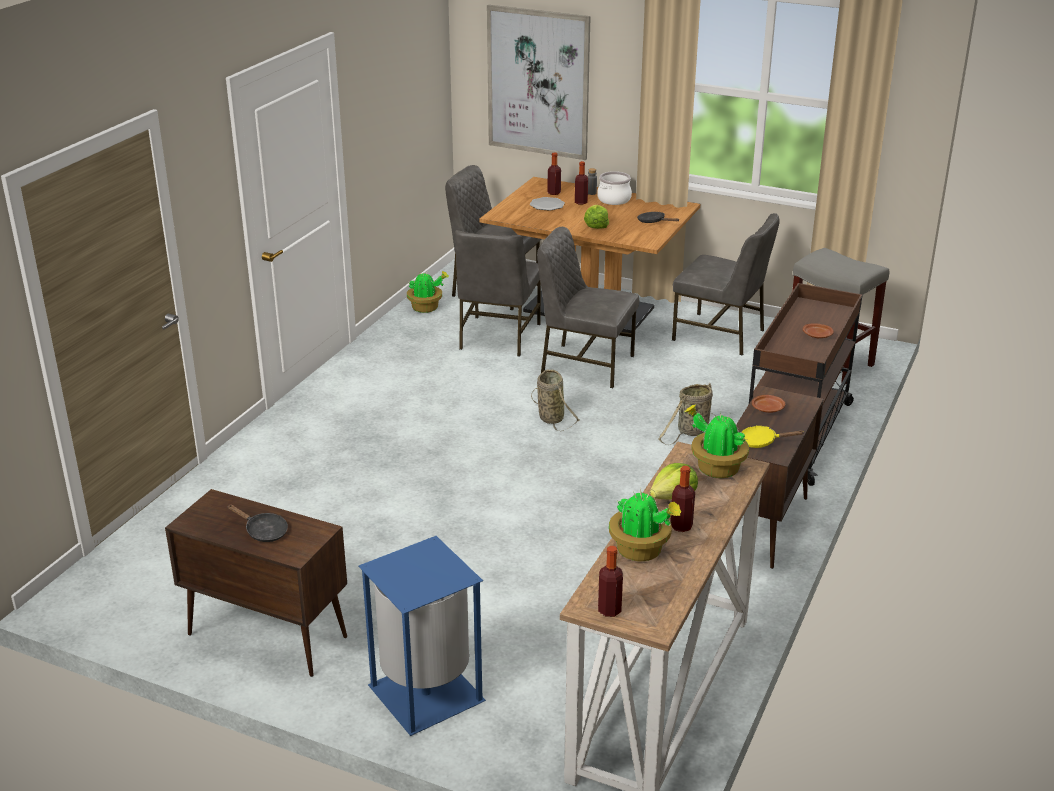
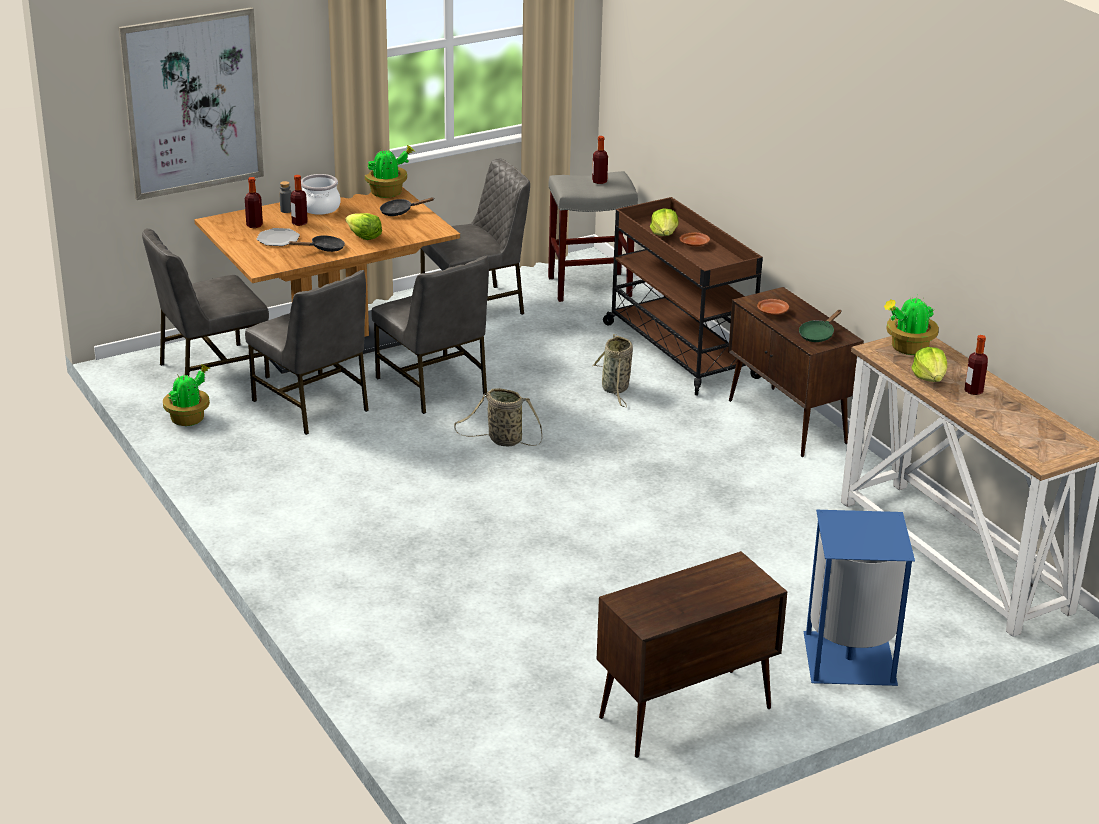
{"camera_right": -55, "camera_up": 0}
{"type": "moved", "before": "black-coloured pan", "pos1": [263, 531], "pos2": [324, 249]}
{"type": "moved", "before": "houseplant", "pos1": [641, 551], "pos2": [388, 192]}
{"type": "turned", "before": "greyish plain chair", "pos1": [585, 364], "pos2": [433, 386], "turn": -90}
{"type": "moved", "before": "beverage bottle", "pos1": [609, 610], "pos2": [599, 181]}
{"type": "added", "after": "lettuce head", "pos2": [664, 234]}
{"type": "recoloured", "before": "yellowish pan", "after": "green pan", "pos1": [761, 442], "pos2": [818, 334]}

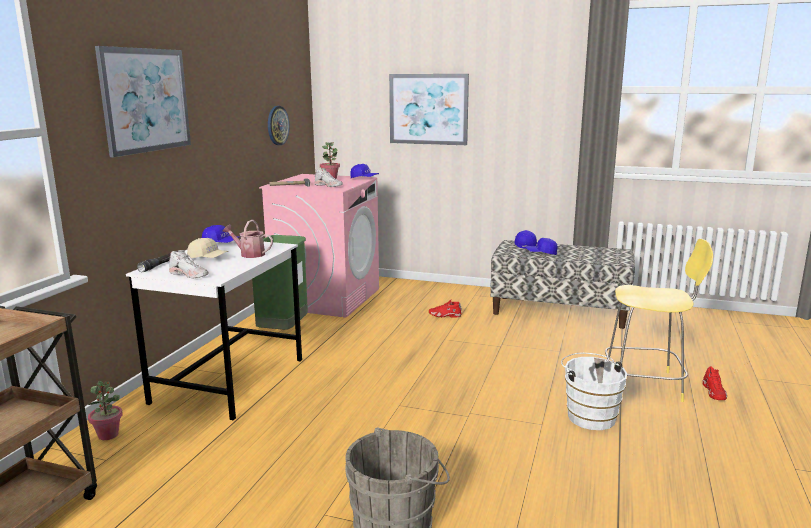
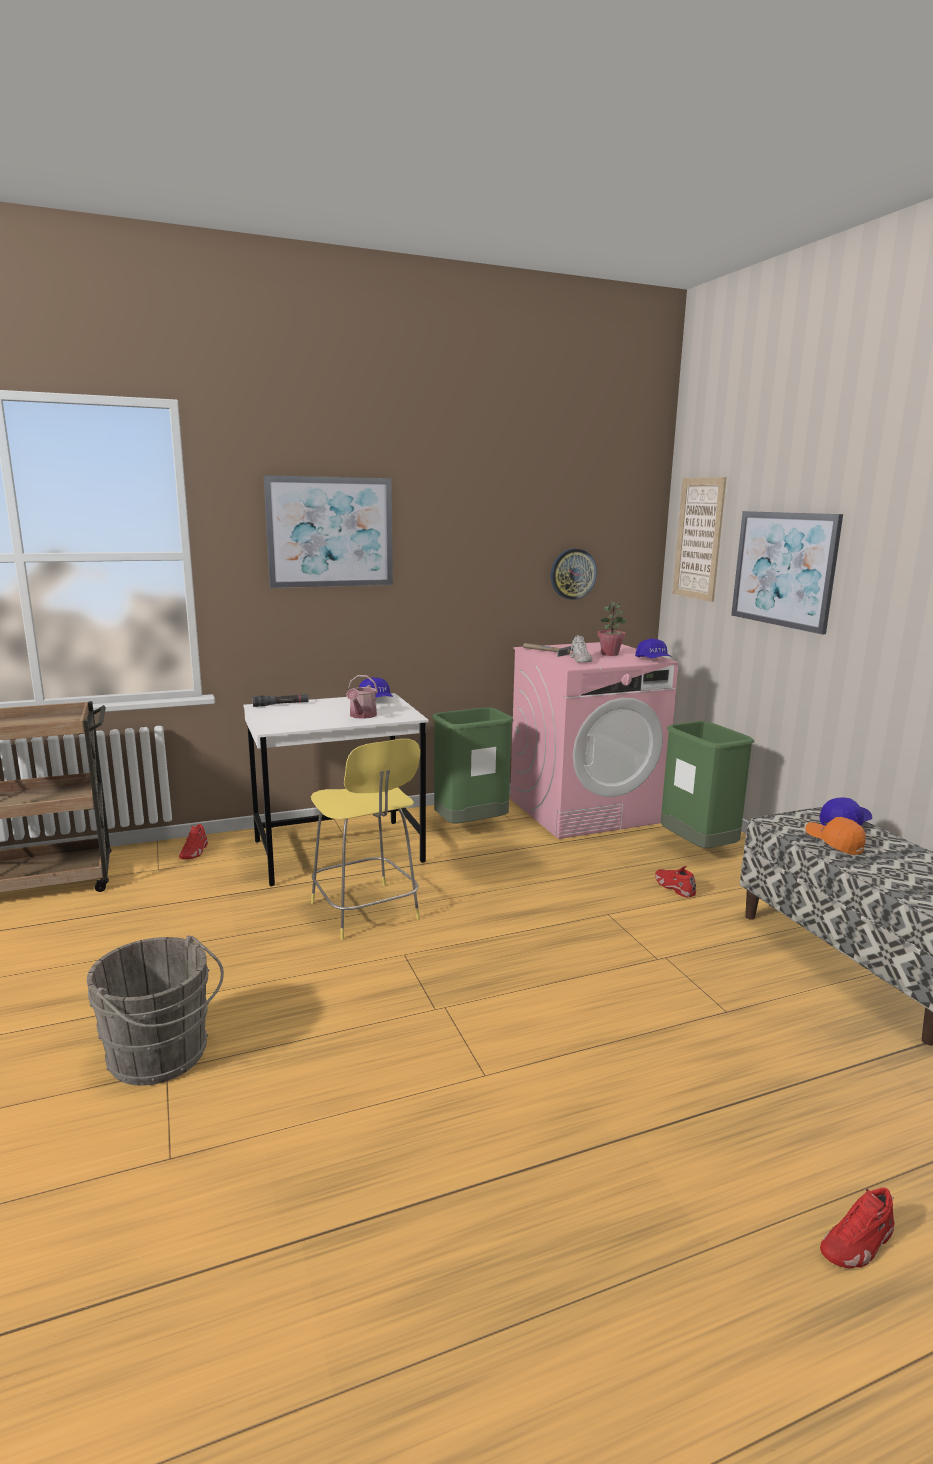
{"camera_right": 50, "camera_up": 0}
{"type": "replaced", "before": "houseplant", "after": "reddish low shoe", "pos1": [108, 435], "pos2": [194, 852]}
{"type": "moved", "before": "yellowish stool", "pos1": [646, 384], "pos2": [366, 912]}
{"type": "turned", "before": "watering pot", "pos1": [249, 254], "pos2": [362, 716], "turn": -150}
{"type": "added", "after": "green trash can", "pos2": [697, 849]}
{"type": "added", "after": "wall picture", "pos2": [698, 539]}
{"type": "recoloured", "before": "bluish baseball cap", "after": "orange baseball cap", "pos1": [541, 253], "pos2": [833, 844]}
{"type": "removed", "before": "white low shoe", "pos1": [189, 274]}
{"type": "removed", "before": "beige baseball cap", "pos1": [208, 258]}
{"type": "removed", "before": "white water bucket", "pos1": [589, 415]}

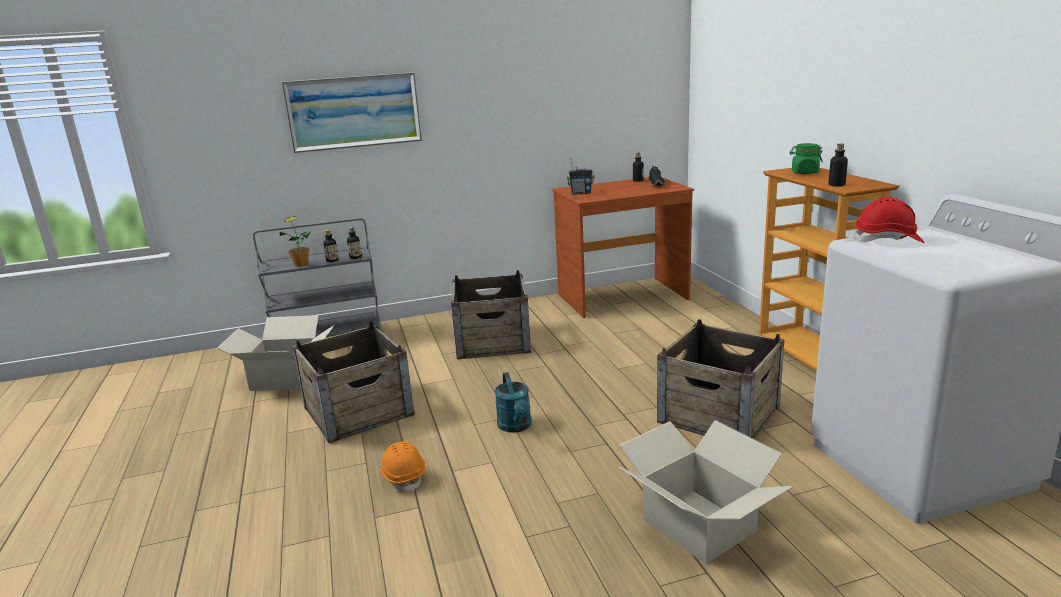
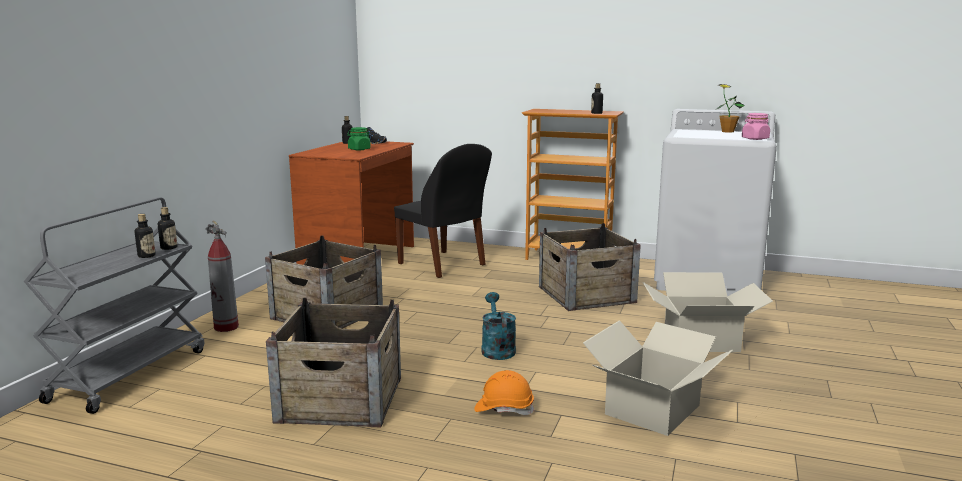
{"camera_right": -55, "camera_up": -5}
{"type": "added", "after": "fire-fighting cylinder", "pos2": [226, 327]}
{"type": "moved", "before": "green storage jar", "pos1": [804, 173], "pos2": [359, 149]}
{"type": "added", "after": "black-coloured plain chair", "pos2": [443, 265]}
{"type": "turned", "before": "blue-green watering pot", "pos1": [516, 427], "pos2": [497, 349], "turn": -120}
{"type": "moved", "before": "packing box", "pos1": [285, 379], "pos2": [653, 409]}
{"type": "moved", "before": "houseplant", "pos1": [301, 265], "pos2": [727, 131]}
{"type": "added", "after": "pink storage jar", "pos2": [755, 139]}
{"type": "removed", "before": "wall picture", "pos1": [354, 112]}
{"type": "removed", "before": "radio set", "pos1": [581, 193]}
{"type": "removed", "before": "reddish safety helmet", "pos1": [888, 240]}

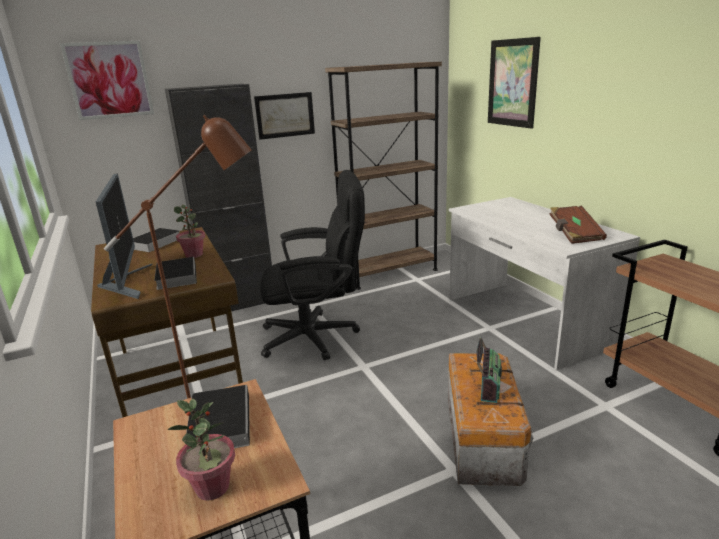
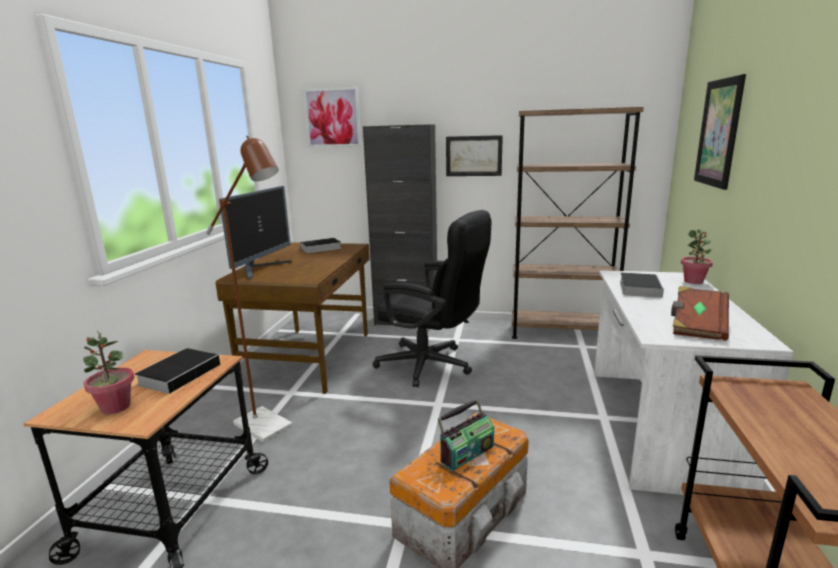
{"camera_right": 35, "camera_up": -5}
{"type": "moved", "before": "bound book", "pos1": [176, 276], "pos2": [639, 288]}
{"type": "moved", "before": "houseplant", "pos1": [194, 255], "pos2": [693, 281]}

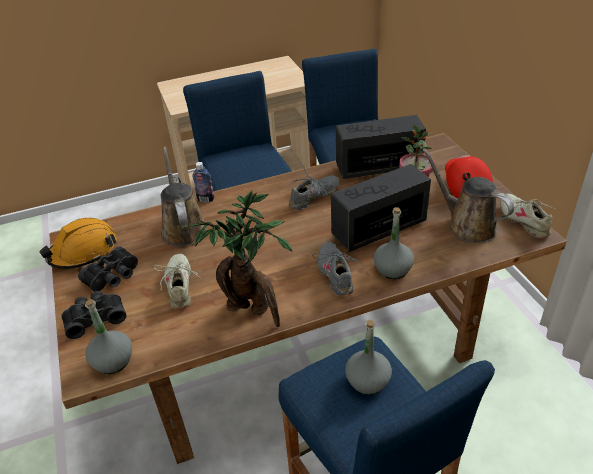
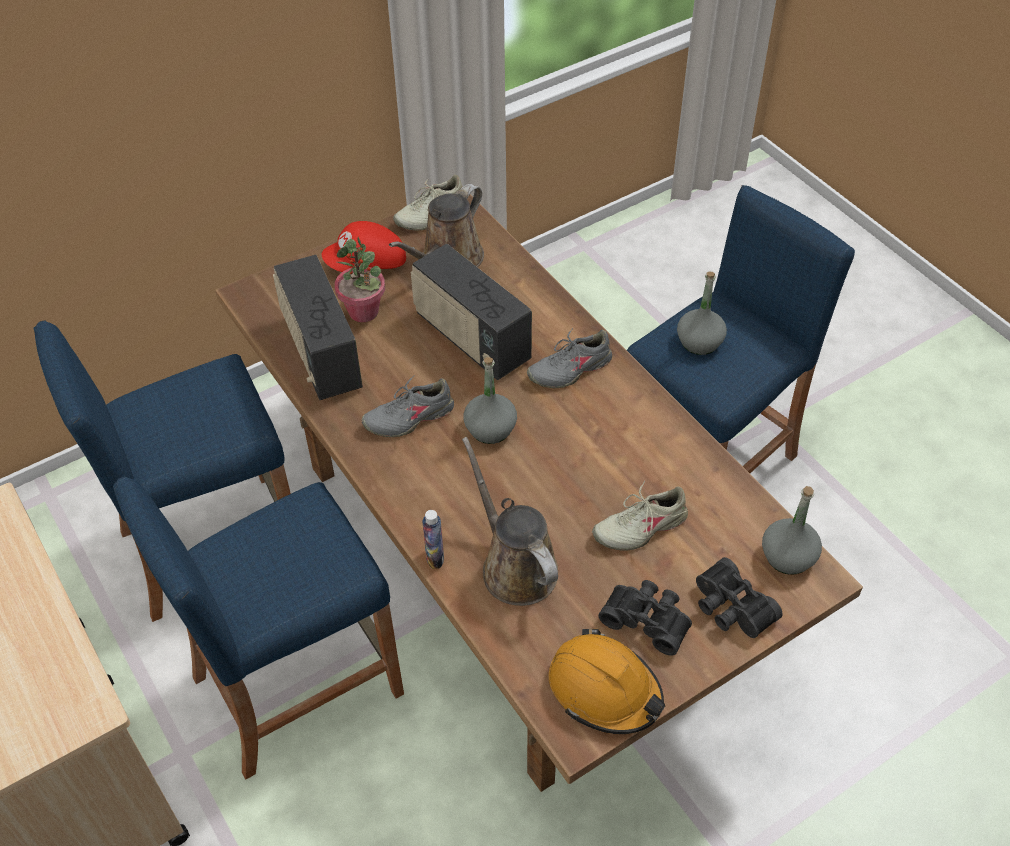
{"camera_right": -105, "camera_up": 10}
{"type": "turned", "before": "greyish low shoe", "pos1": [314, 197], "pos2": [410, 417], "turn": -60}
{"type": "turned", "before": "brown watering pot", "pos1": [183, 228], "pos2": [515, 566], "turn": 90}
{"type": "moved", "before": "greyish beverage bottle", "pos1": [393, 269], "pos2": [490, 428]}
{"type": "removed", "before": "houseplant", "pos1": [252, 310]}

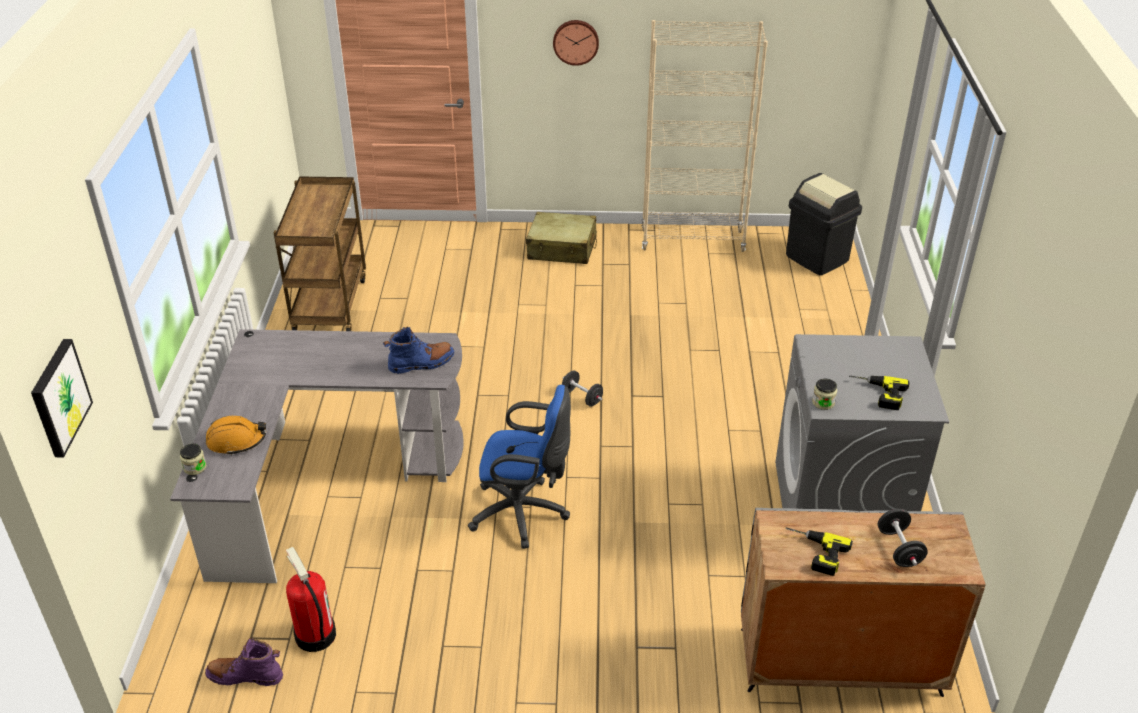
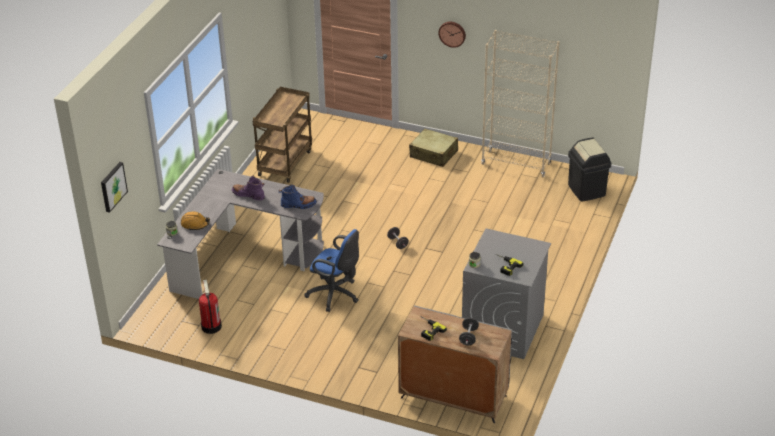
{"camera_right": 20, "camera_up": 0}
{"type": "moved", "before": "purple-coloured high-top boot", "pos1": [245, 676], "pos2": [248, 195]}

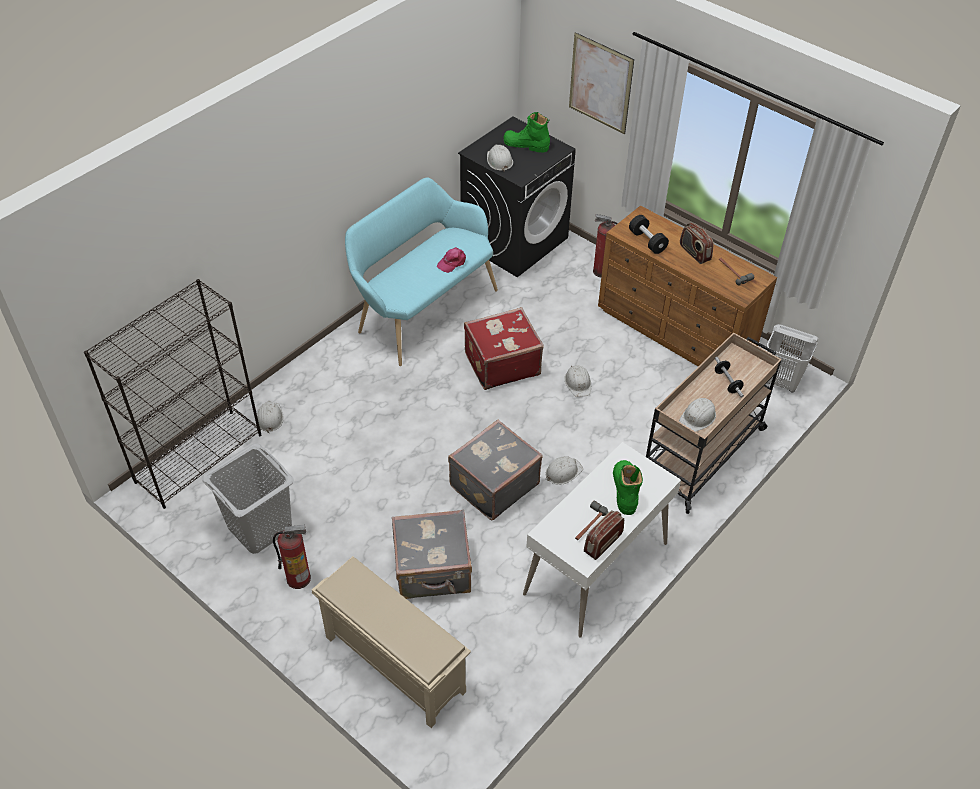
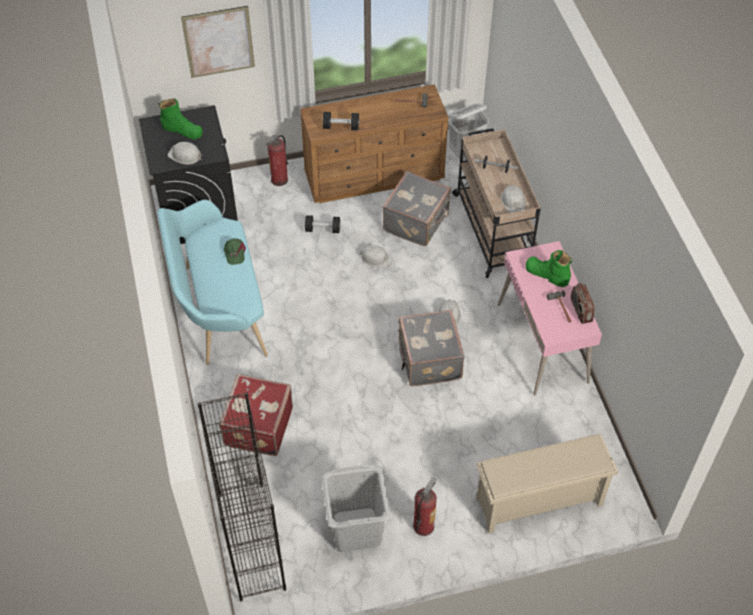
{"camera_right": -55, "camera_up": 5}
{"type": "turned", "before": "green high-top boot", "pos1": [526, 145], "pos2": [182, 130], "turn": -120}
{"type": "moved", "before": "reddish travel case", "pos1": [501, 363], "pos2": [257, 427]}
{"type": "recoloured", "before": "pink baseball cap", "after": "green baseball cap", "pos1": [452, 262], "pos2": [234, 253]}
{"type": "added", "after": "black-coloured hand weight", "pos2": [322, 229]}
{"type": "moved", "before": "greyish travel case", "pos1": [433, 571], "pos2": [417, 222]}
{"type": "recoloured", "before": "white desk", "after": "pink desk", "pos1": [596, 569], "pos2": [542, 343]}
{"type": "removed", "before": "radio set", "pos1": [694, 253]}

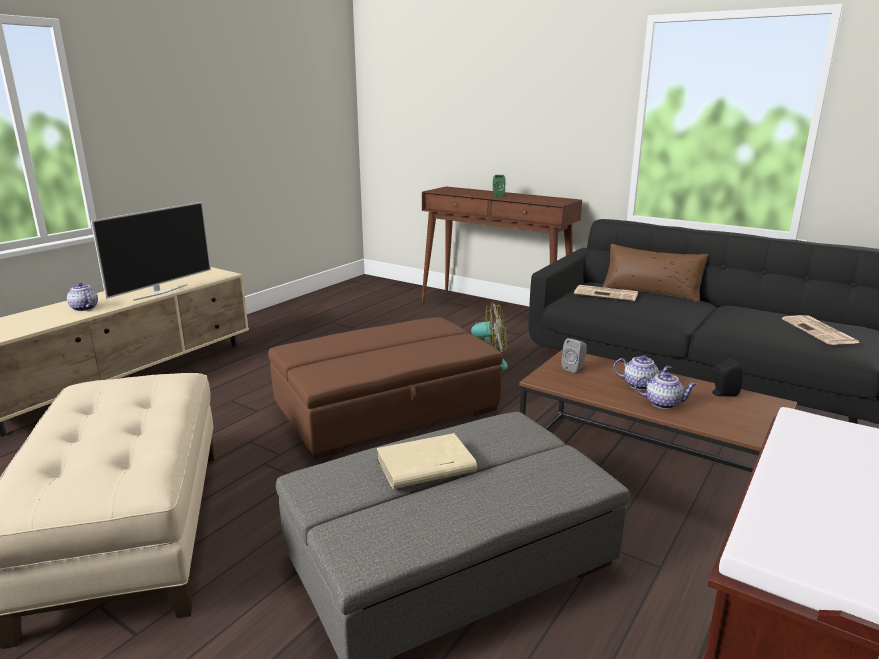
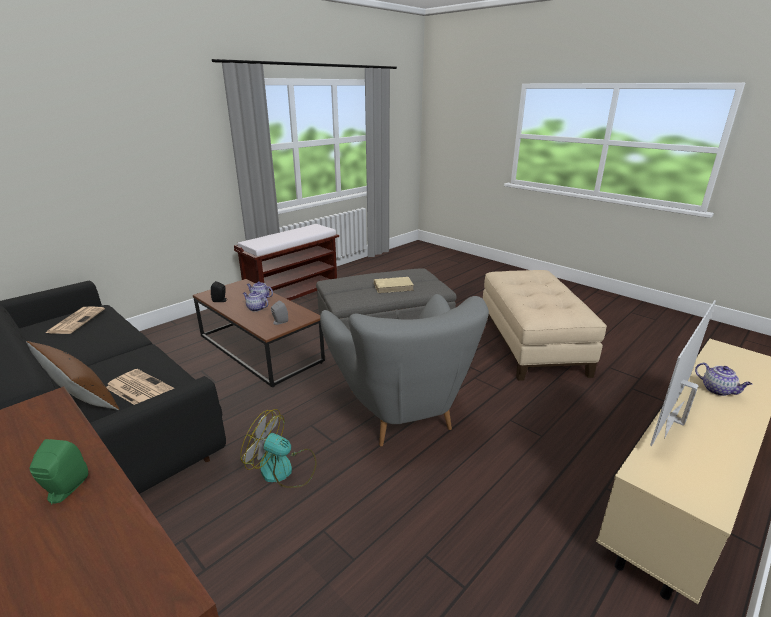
{"camera_right": -170, "camera_up": 5}
{"type": "replaced", "before": "brown pouffe", "after": "greyish lounge chair", "pos1": [386, 408], "pos2": [401, 411]}

